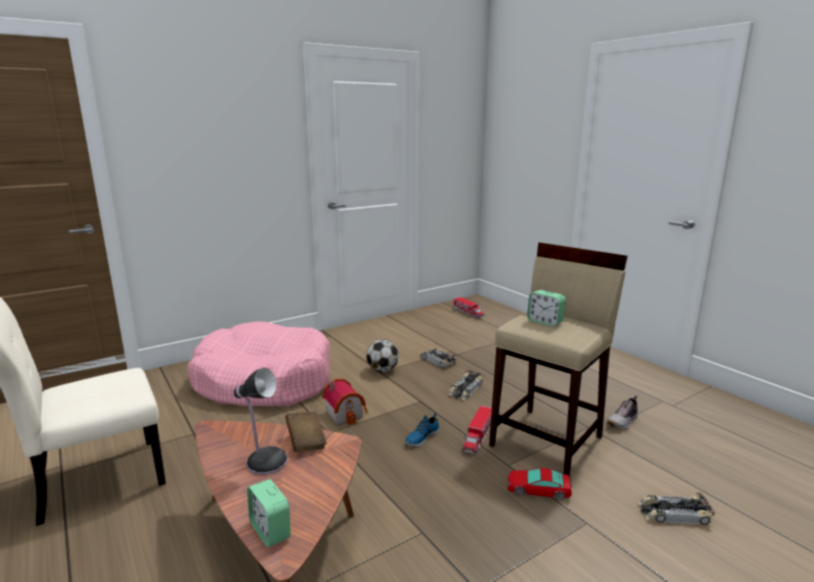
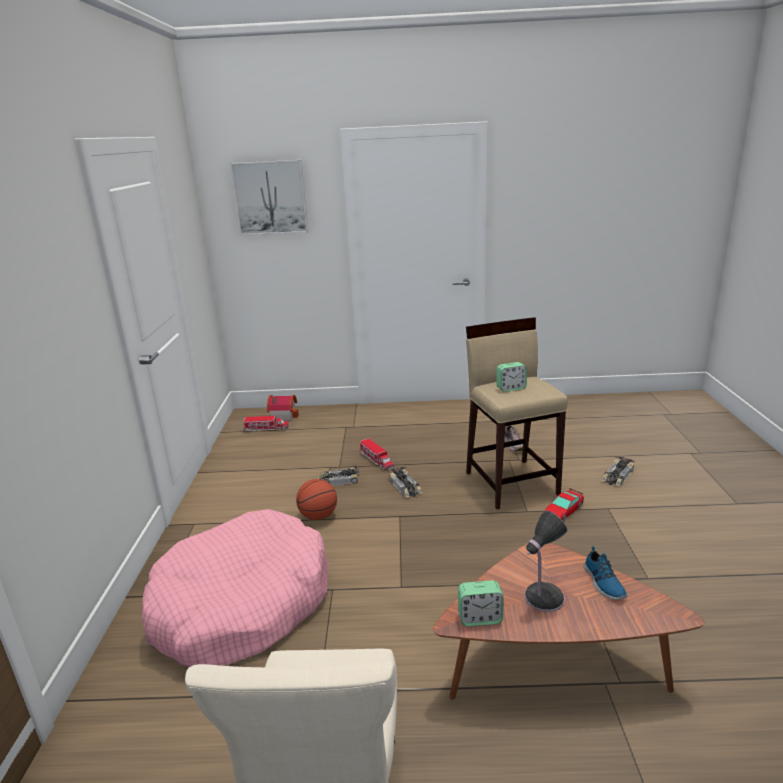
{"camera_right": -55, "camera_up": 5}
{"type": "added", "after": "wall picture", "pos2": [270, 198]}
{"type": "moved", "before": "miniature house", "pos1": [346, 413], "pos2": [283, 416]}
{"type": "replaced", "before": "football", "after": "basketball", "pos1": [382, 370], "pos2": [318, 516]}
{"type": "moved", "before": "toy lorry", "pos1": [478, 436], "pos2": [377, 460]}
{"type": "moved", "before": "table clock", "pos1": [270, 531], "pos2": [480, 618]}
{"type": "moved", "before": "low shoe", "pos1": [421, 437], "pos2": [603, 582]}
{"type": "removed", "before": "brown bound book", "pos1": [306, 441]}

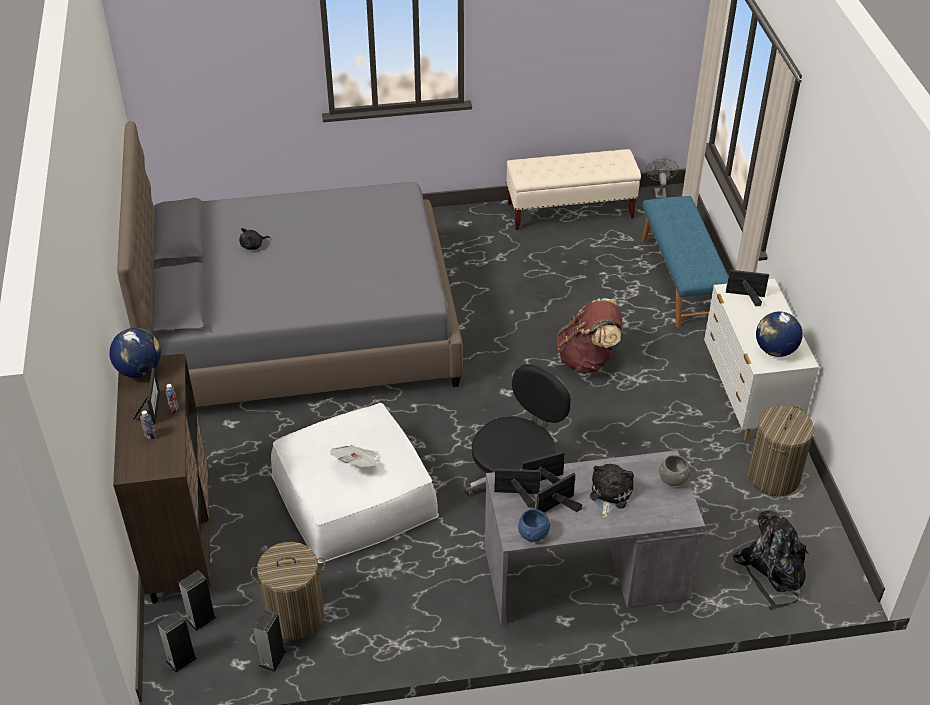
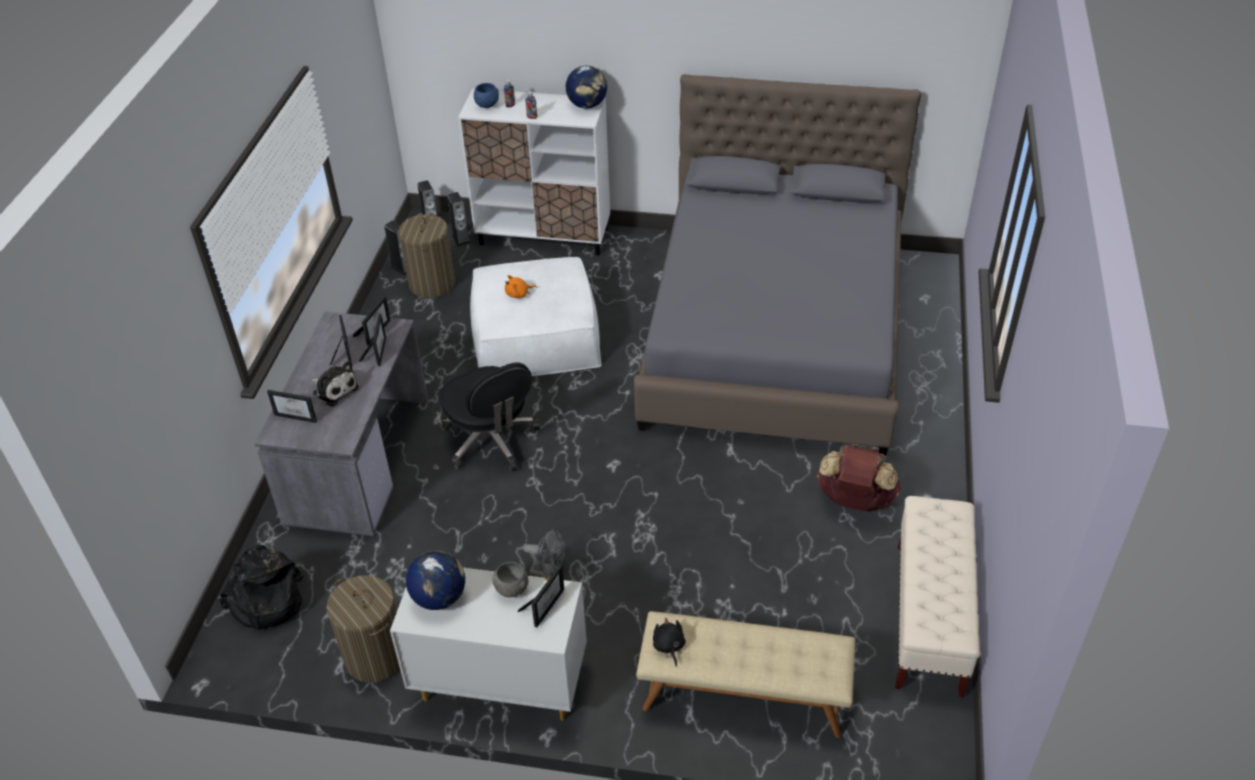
{"camera_right": 110, "camera_up": 0}
{"type": "moved", "before": "picture frame", "pos1": [151, 407], "pos2": [298, 415]}
{"type": "recoloured", "before": "brown cabinet", "after": "white cabinet", "pos1": [180, 538], "pos2": [544, 236]}
{"type": "moved", "before": "bluish bowl", "pos1": [532, 534], "pos2": [487, 106]}
{"type": "moved", "before": "greyish bowl", "pos1": [673, 479], "pos2": [512, 590]}
{"type": "replaced", "before": "printed paper", "after": "orange plush toy", "pos1": [357, 464], "pos2": [519, 294]}
{"type": "moved", "before": "greyish electric fan", "pos1": [659, 192], "pos2": [548, 572]}
{"type": "recoloured", "before": "bluish indoor bench", "after": "beige indoor bench", "pos1": [681, 279], "pos2": [743, 696]}
{"type": "moved", "before": "black-coloured plush toy", "pos1": [253, 246], "pos2": [669, 647]}
{"type": "moved", "before": "brown knapsack", "pos1": [588, 359], "pos2": [855, 501]}

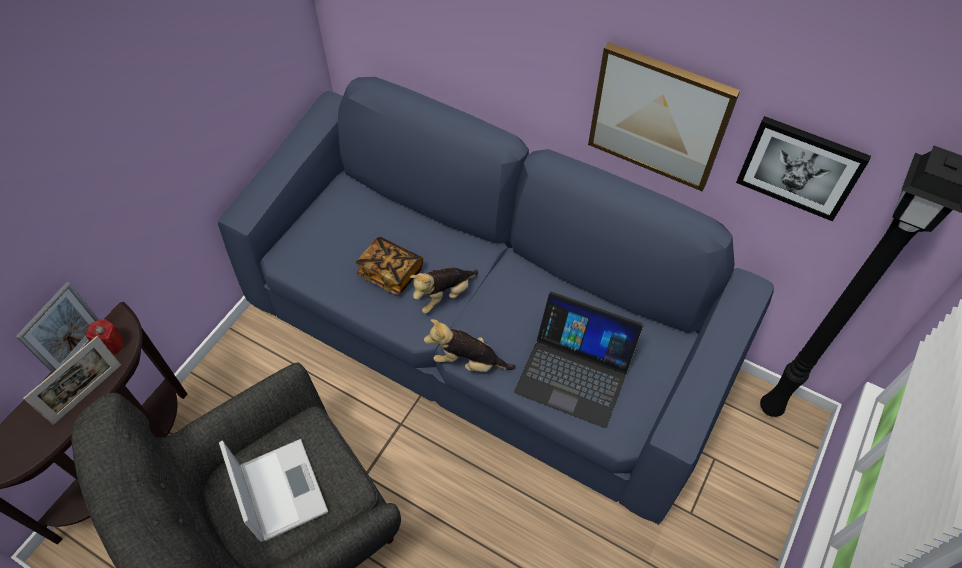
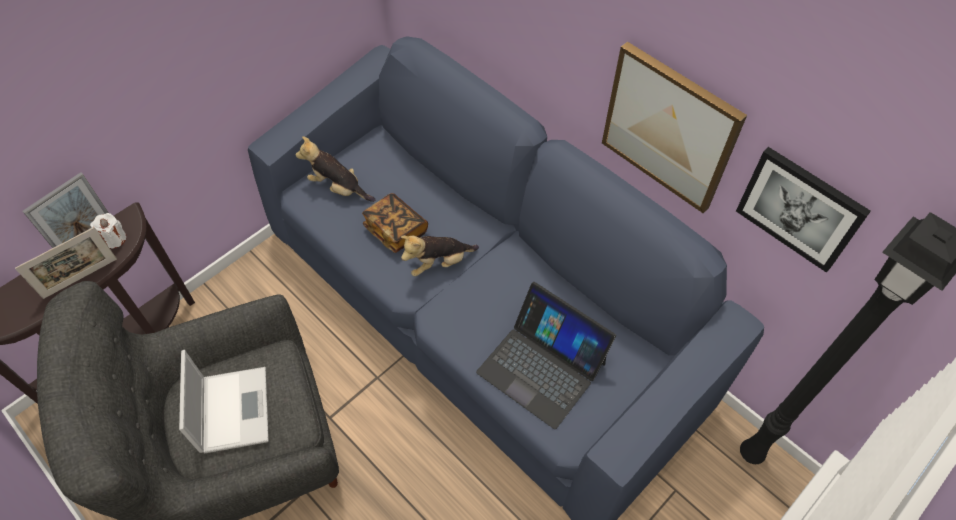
{"camera_right": 15, "camera_up": 0}
{"type": "recoloured", "before": "reddish wax candle", "after": "white wax candle", "pos1": [111, 345], "pos2": [114, 239]}
{"type": "moved", "before": "plush toy", "pos1": [468, 362], "pos2": [338, 188]}

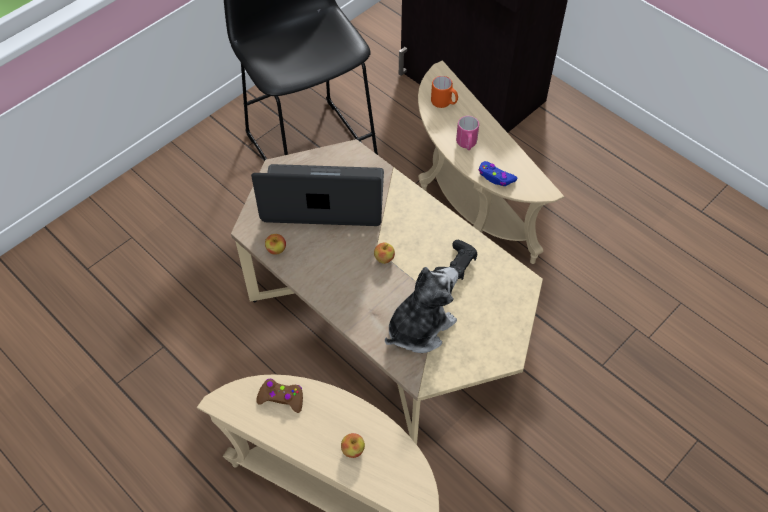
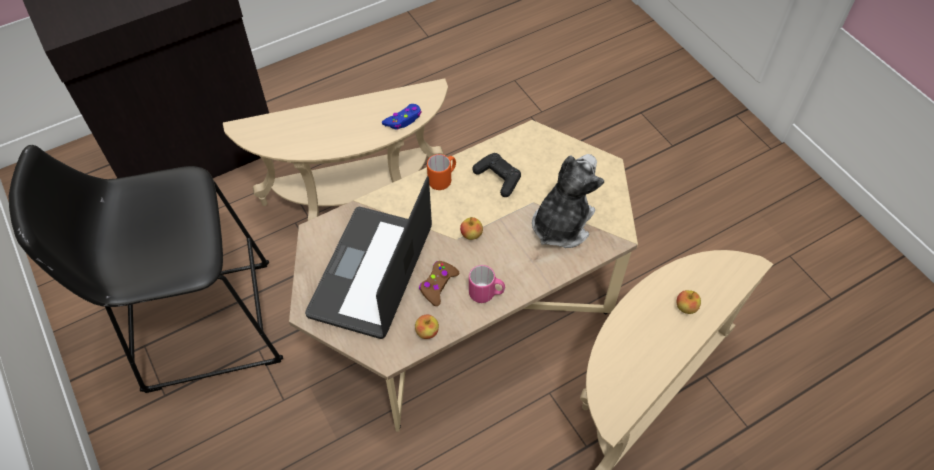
{"camera_right": -75, "camera_up": 0}
{"type": "moved", "before": "brown game controller", "pos1": [281, 398], "pos2": [438, 285]}
{"type": "moved", "before": "orange tea mug", "pos1": [444, 103], "pos2": [443, 179]}
{"type": "moved", "before": "pink tea mug", "pos1": [467, 144], "pos2": [486, 294]}
{"type": "turned", "before": "plush toy", "pos1": [419, 327], "pos2": [561, 224], "turn": 60}

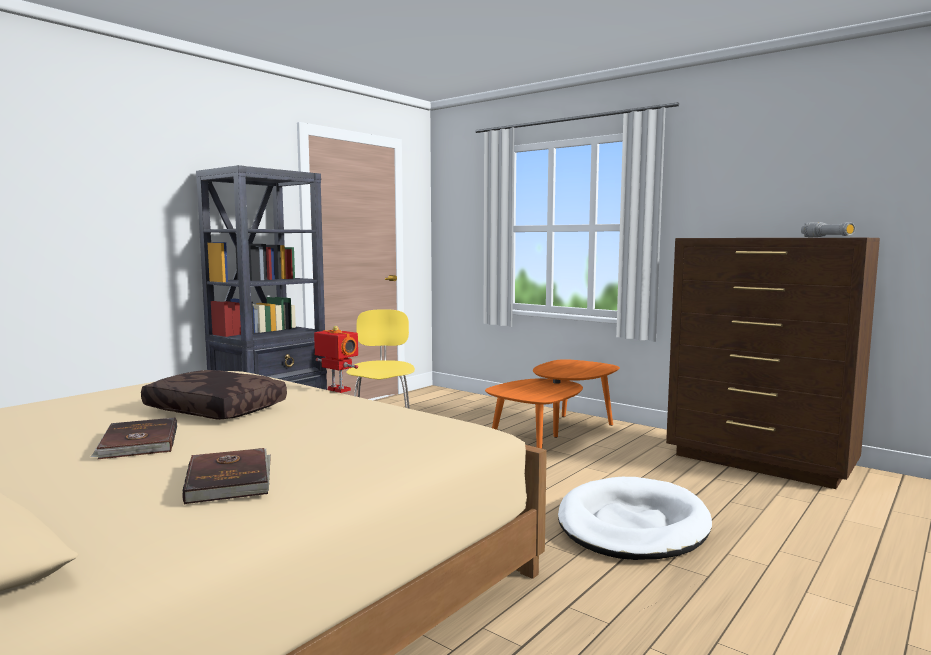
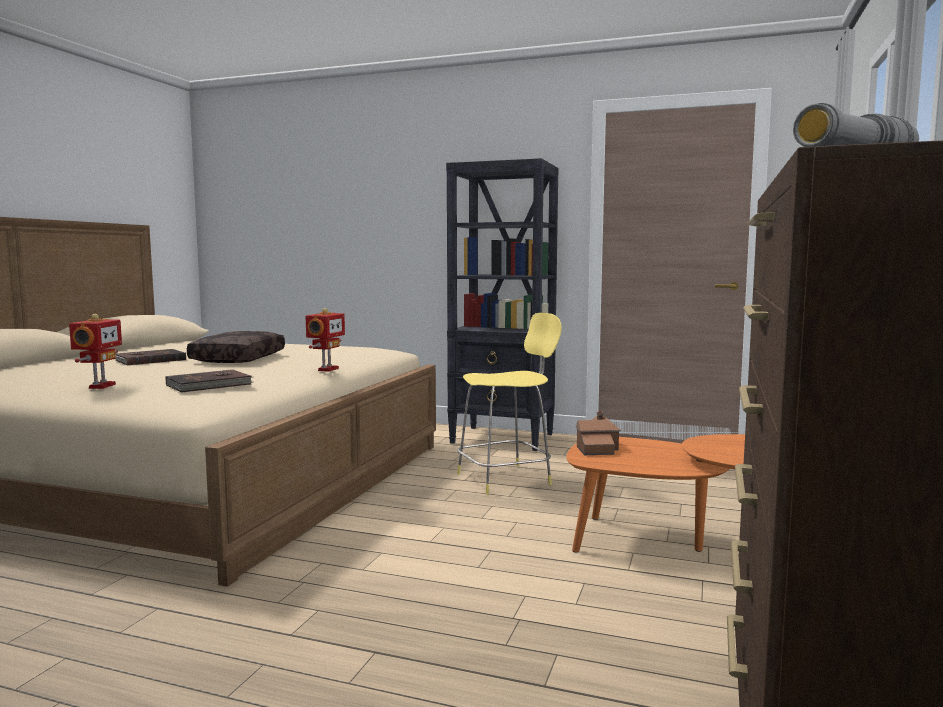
{"camera_right": 70, "camera_up": 0}
{"type": "added", "after": "toy robot", "pos2": [100, 386]}
{"type": "moved", "before": "brown bound book", "pos1": [230, 479], "pos2": [210, 385]}
{"type": "added", "after": "miniature house", "pos2": [597, 447]}
{"type": "removed", "before": "white pet bed", "pos1": [632, 525]}

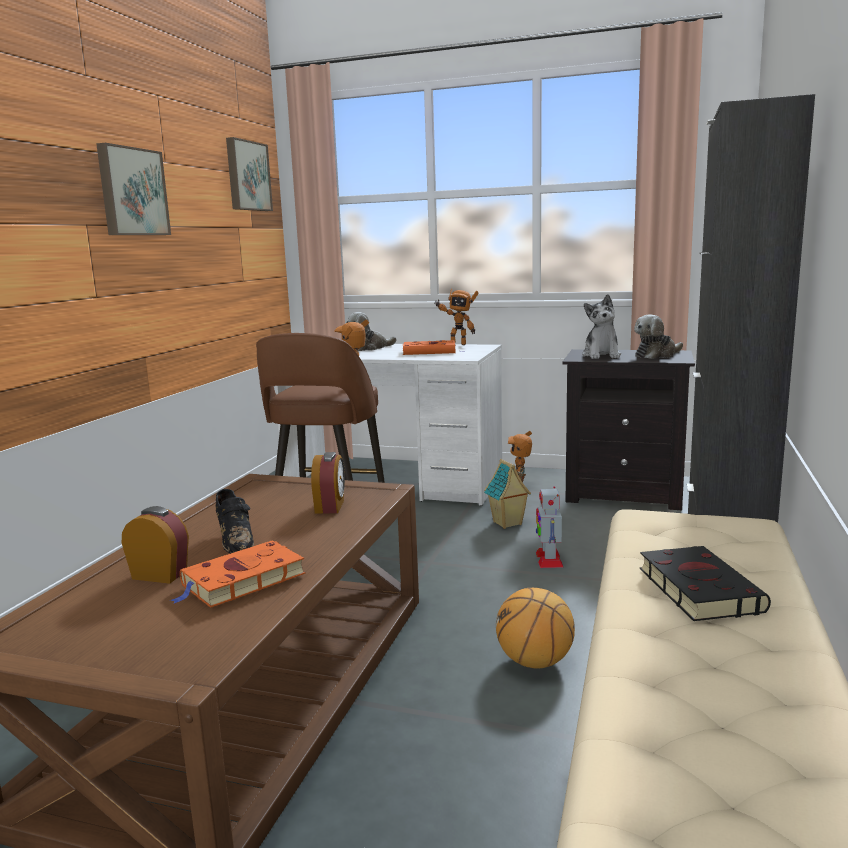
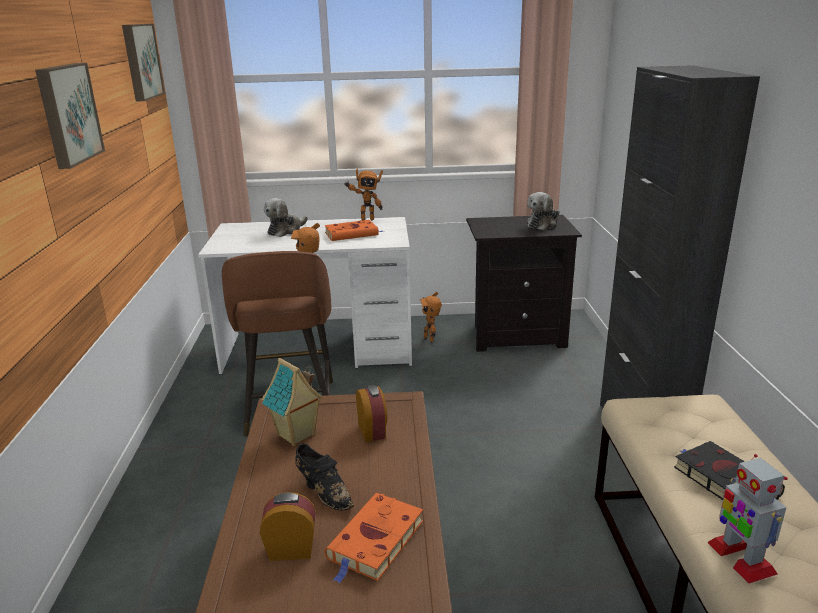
{"camera_right": -20, "camera_up": 10}
{"type": "moved", "before": "miniature house", "pos1": [507, 523], "pos2": [296, 435]}
{"type": "moved", "before": "toy robot", "pos1": [548, 559], "pos2": [740, 557]}
{"type": "removed", "before": "basketball", "pos1": [535, 662]}
{"type": "removed", "before": "plush toy", "pos1": [601, 355]}

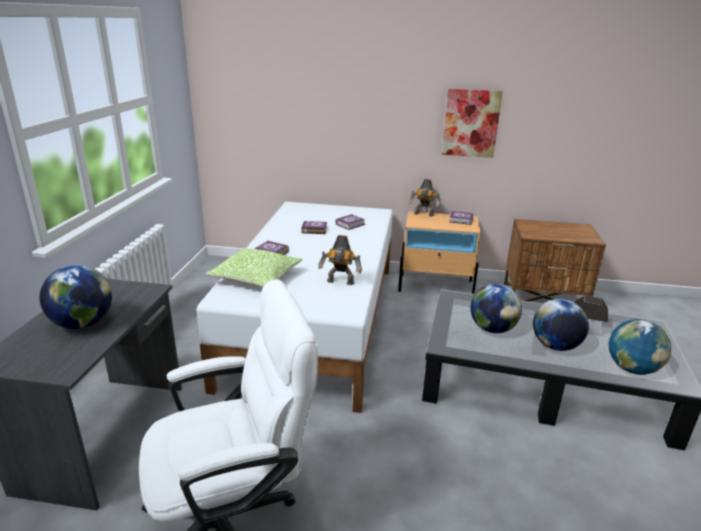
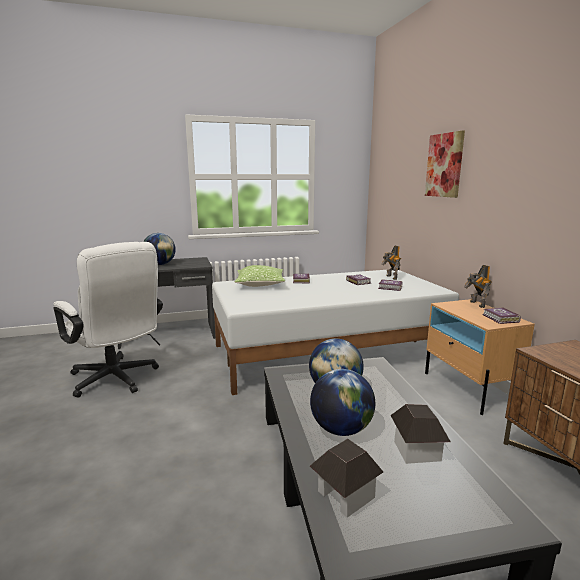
{"camera_right": 65, "camera_up": -10}
{"type": "replaced", "before": "globe", "after": "miniature house", "pos1": [632, 369], "pos2": [345, 494]}
{"type": "moved", "before": "toy robot", "pos1": [340, 283], "pos2": [391, 277]}
{"type": "moved", "before": "wall picture", "pos1": [471, 123], "pos2": [444, 165]}

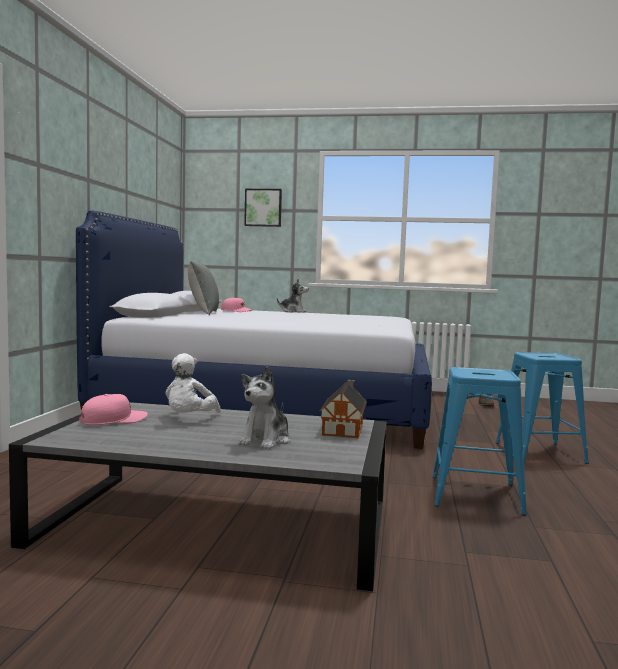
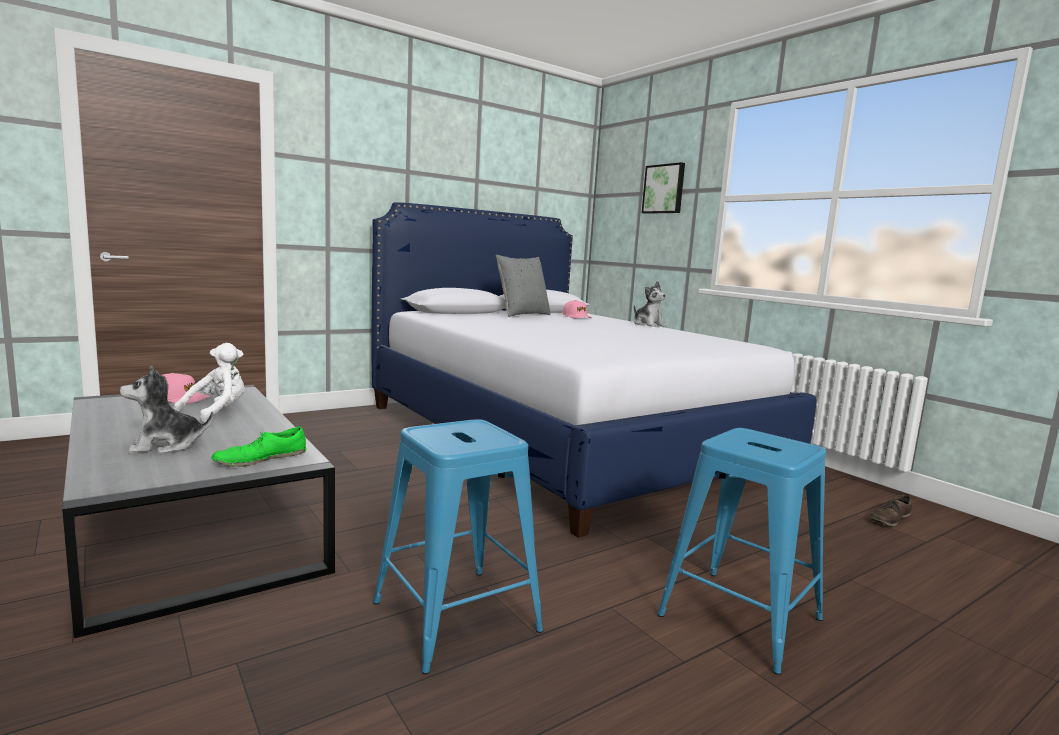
{"camera_right": 45, "camera_up": 5}
{"type": "turned", "before": "white plush toy", "pos1": [189, 419], "pos2": [217, 412], "turn": 150}
{"type": "replaced", "before": "miniature house", "after": "green low shoe", "pos1": [344, 429], "pos2": [260, 459]}

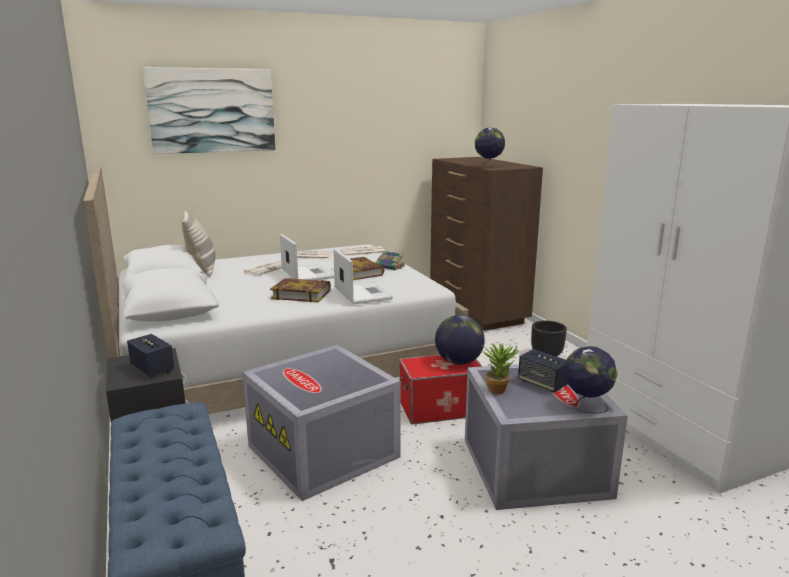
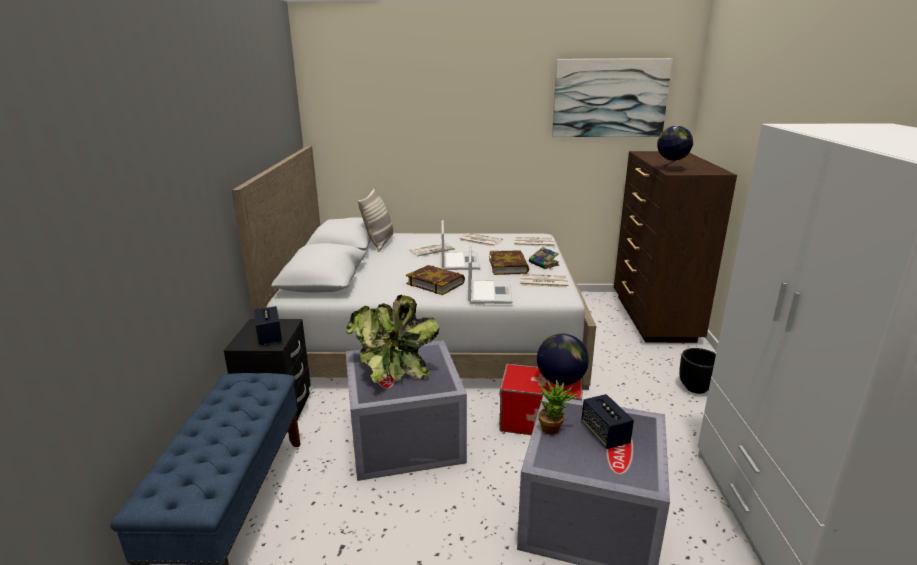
{"camera_right": 25, "camera_up": 5}
{"type": "added", "after": "houseplant", "pos2": [389, 370]}
{"type": "added", "after": "printed paper", "pos2": [543, 281]}
{"type": "moved", "before": "wall picture", "pos1": [212, 110], "pos2": [609, 98]}
{"type": "removed", "before": "globe", "pos1": [586, 406]}

